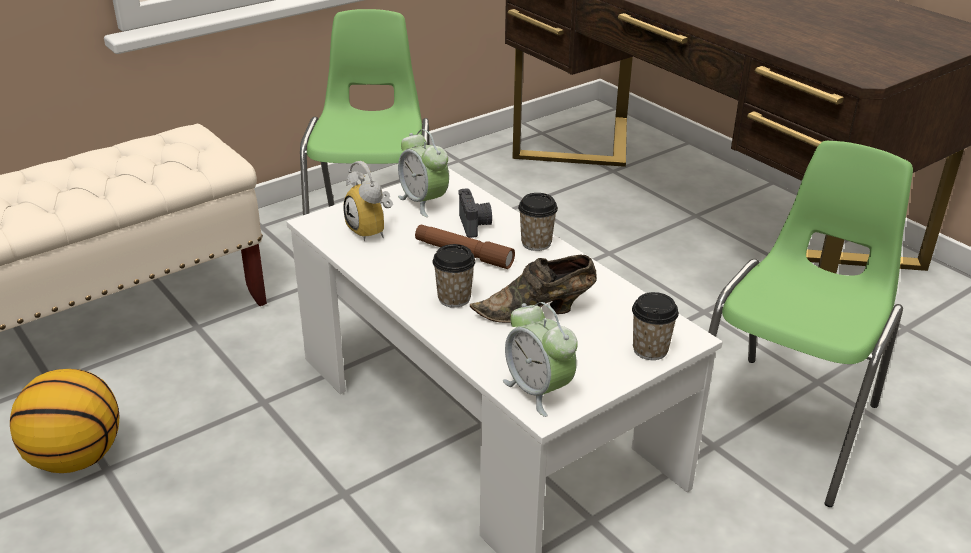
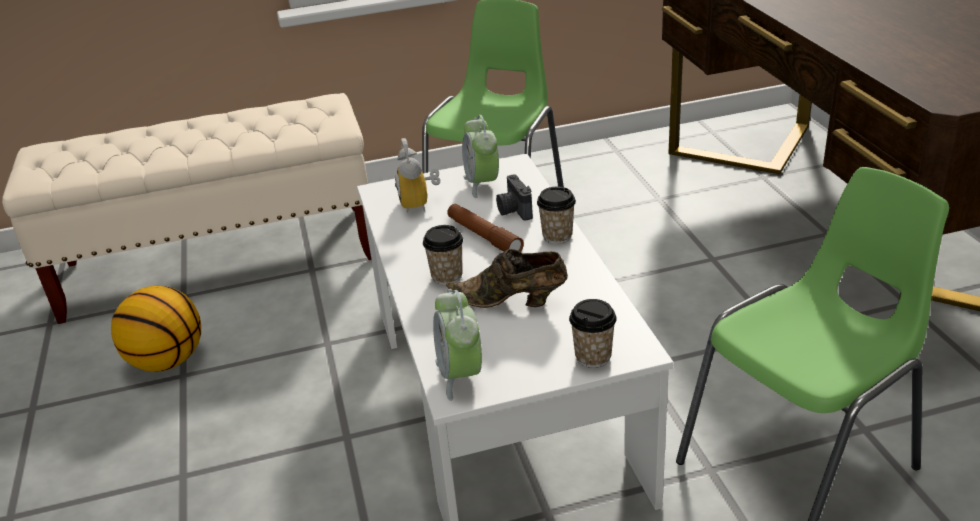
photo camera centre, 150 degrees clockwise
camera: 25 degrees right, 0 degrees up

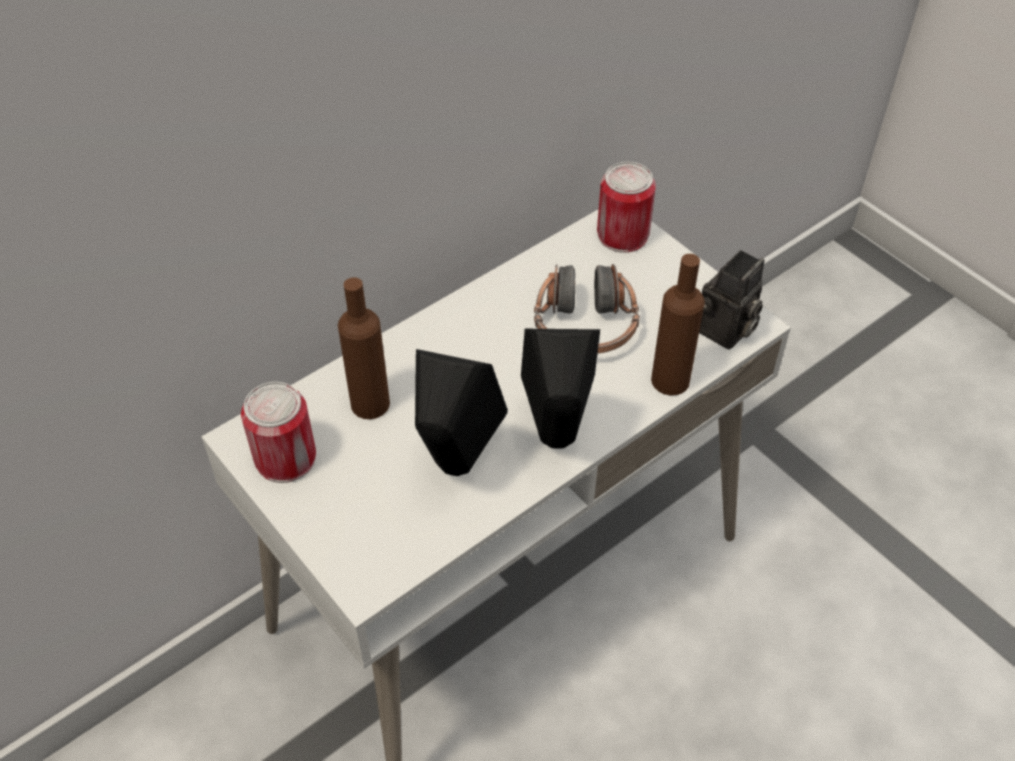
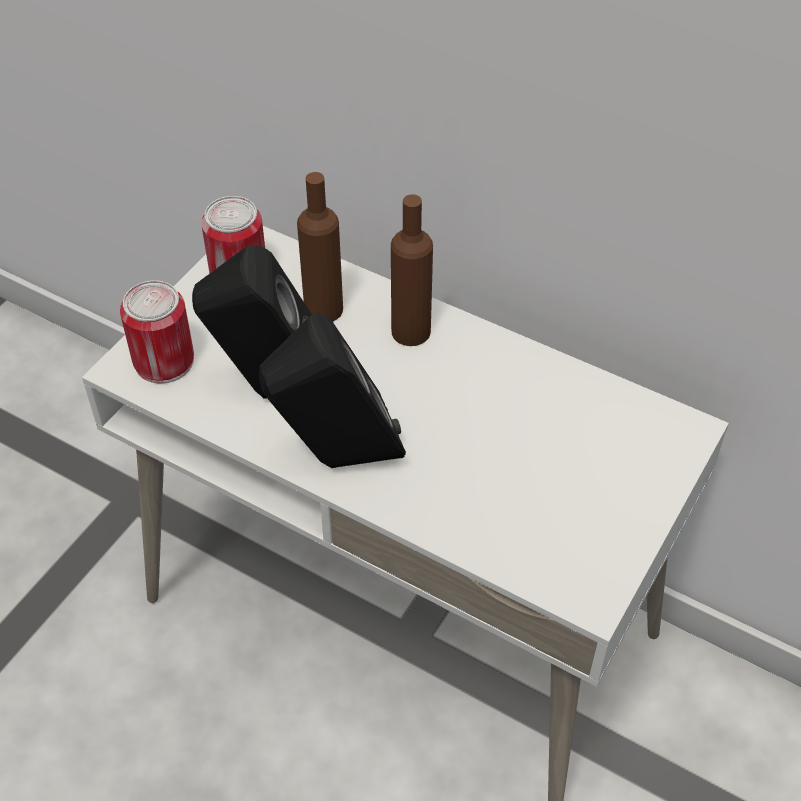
can (no. 2 from left in the first image) top centre → can (no. 1 from left) middle left, shifted
bottle (brown) (no. 2 from left) middle right → bottle (brown) (no. 2 from left) centre, shifted
headphones centre → -
photo camera middle right → -
camera: 70 degrees right, 0 degrees up

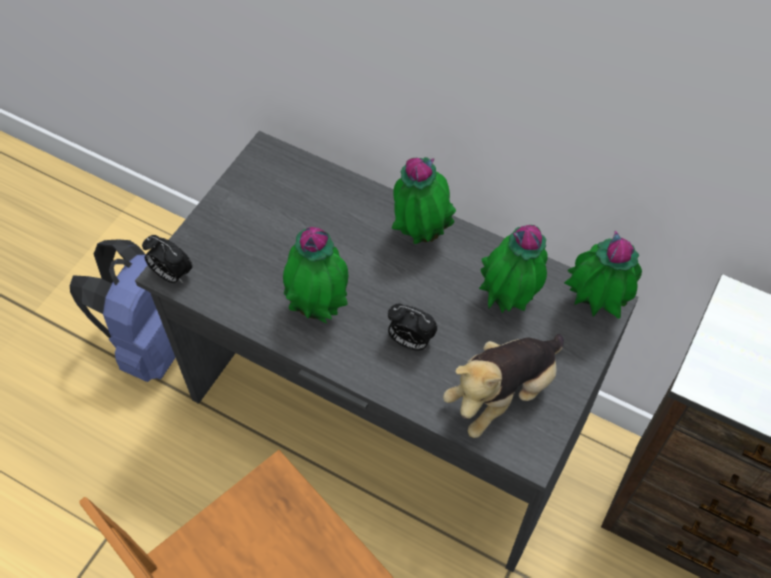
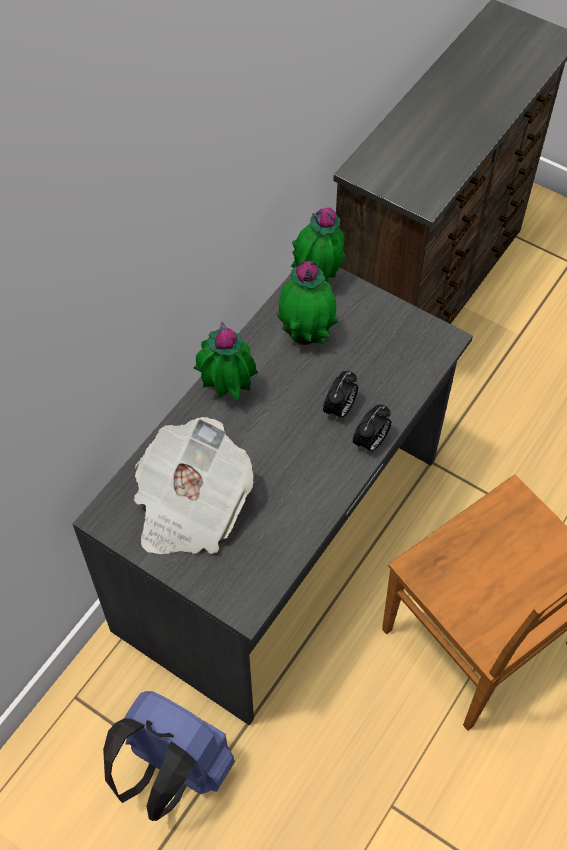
- → newspaper centre
alarm clock (no. 1 from left in the first image) middle left → alarm clock (no. 2 from left) centre, shifted
potted plant (no. 1 from left) centre → -
plush toy bottom centre → -
camera: 85 degrees left, 0 degrees up

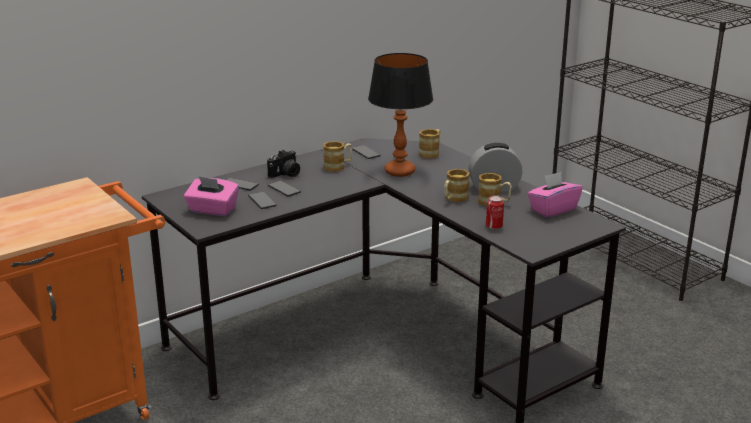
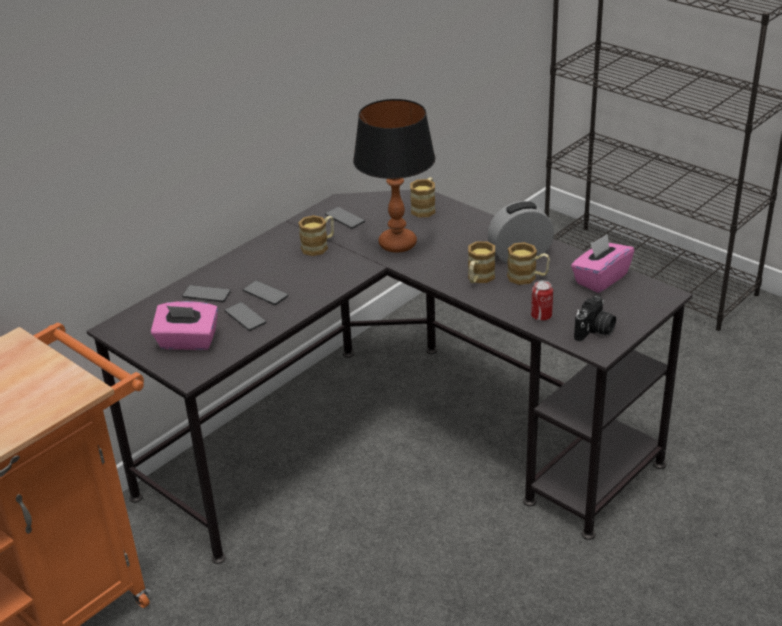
photo camera centre → photo camera middle right, shifted
camera: 10 degrees left, 10 degrees up

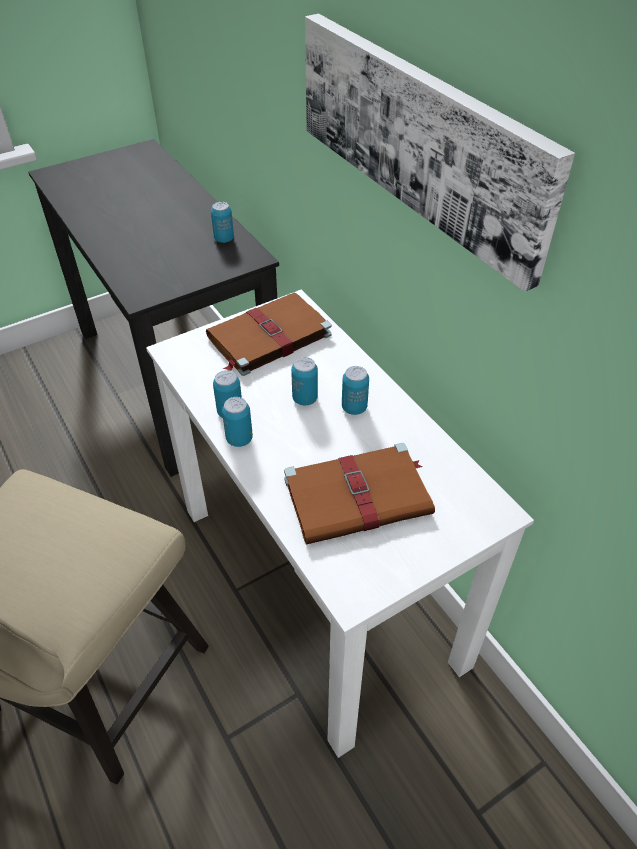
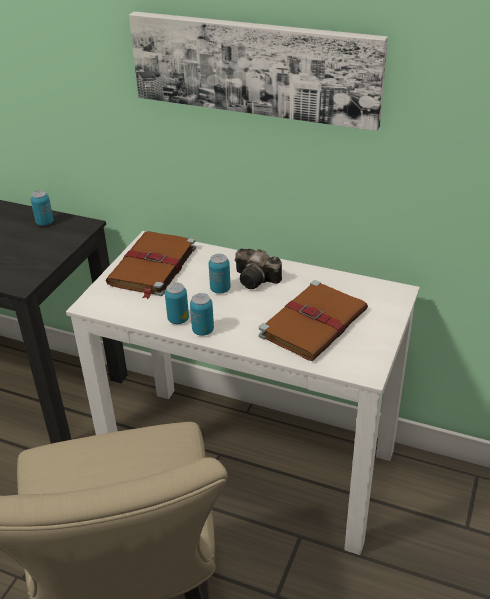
can (no. 5 from left) centre → photo camera centre
camera: 35 degrees left, 10 degrees down

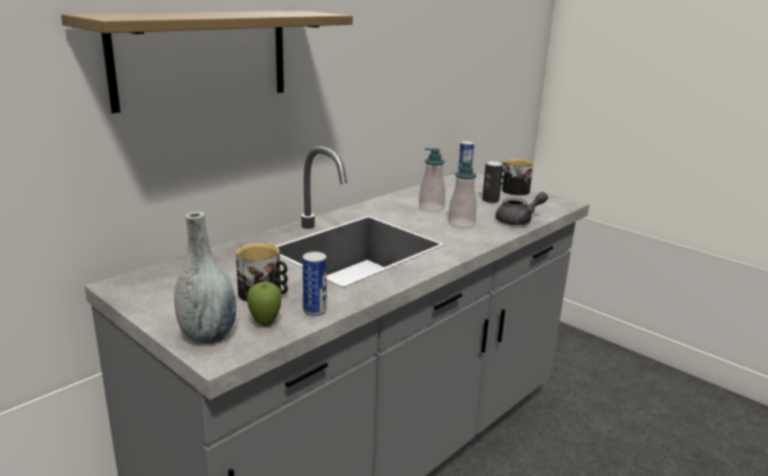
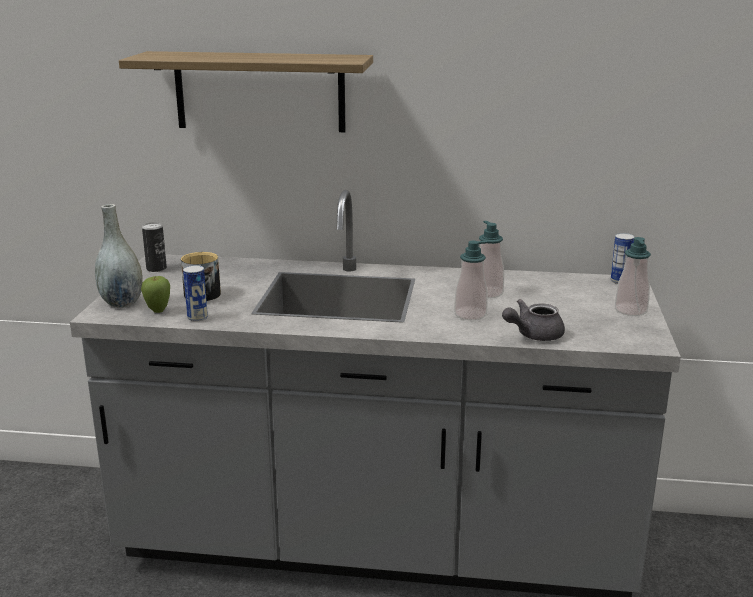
can (no. 3 from left in the first image) centre → can (no. 1 from left) middle left, shifted
teapot (grey) middle right, 120 degrees clockwise
mug (no. 2 from left) middle right → soap dispenser (no. 3 from left) middle right
camera: 55 degrees right, 0 degrees up

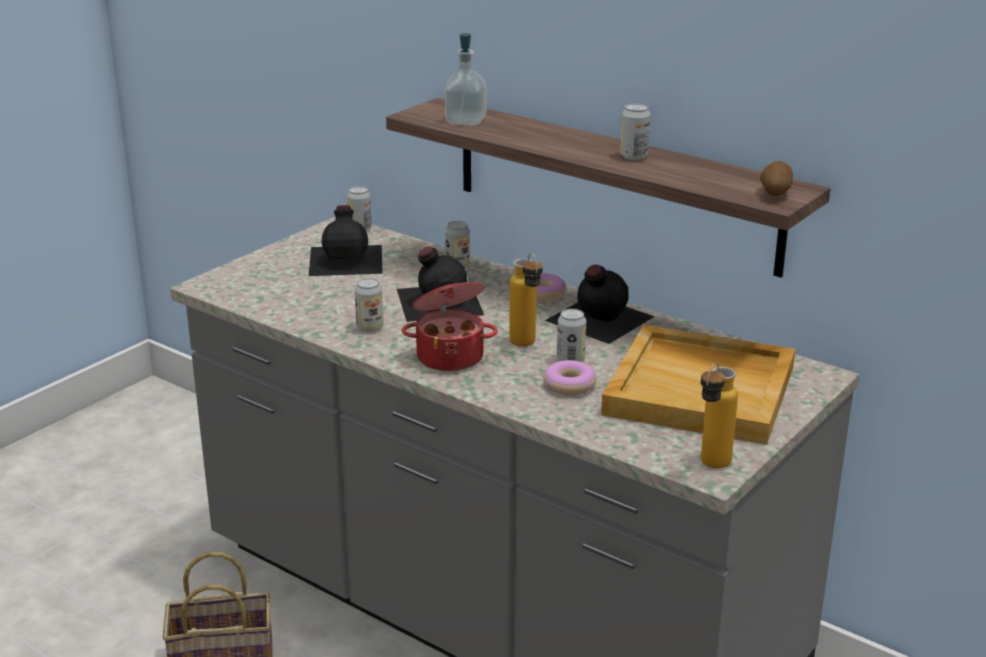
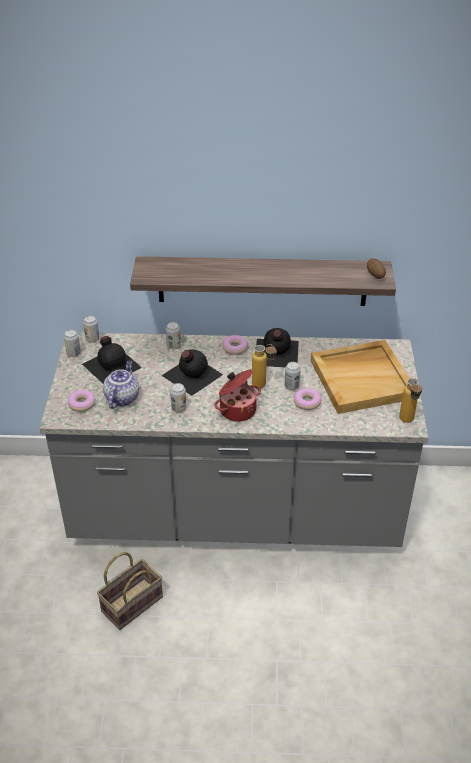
can (no. 5 from left in the first image) top centre → can (no. 1 from left) middle left, shifted
- → donut (no. 1 from left) middle left
- → teapot middle left
soap dispenser top centre → -
camera: 35 degrees left, 15 degrees up

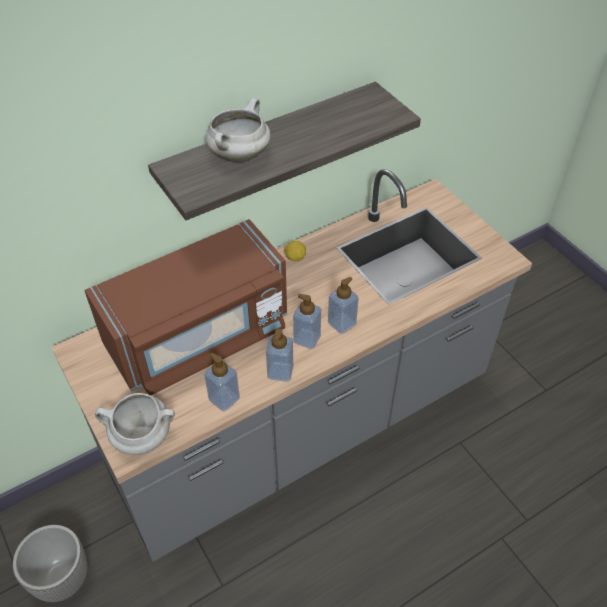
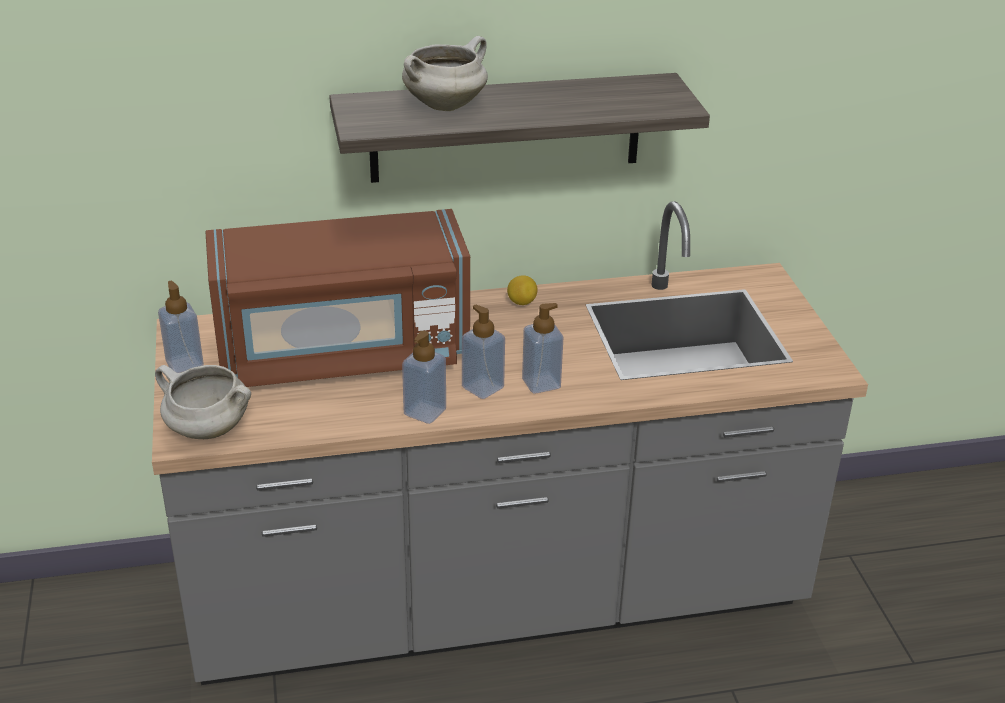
soap dispenser (no. 1 from left) centre → soap dispenser (no. 1 from left) middle left, shifted
planter bottom left → -
camera: 20 degrees right, 15 degrees down

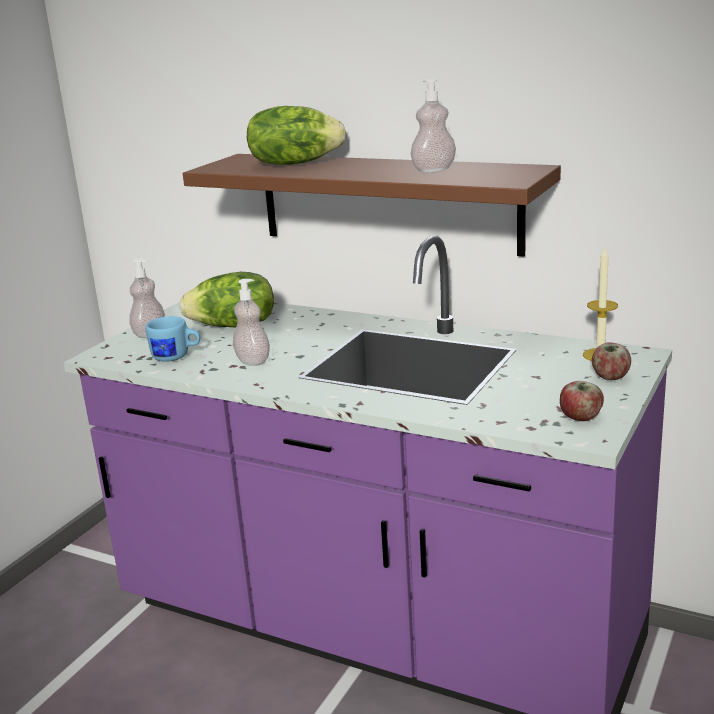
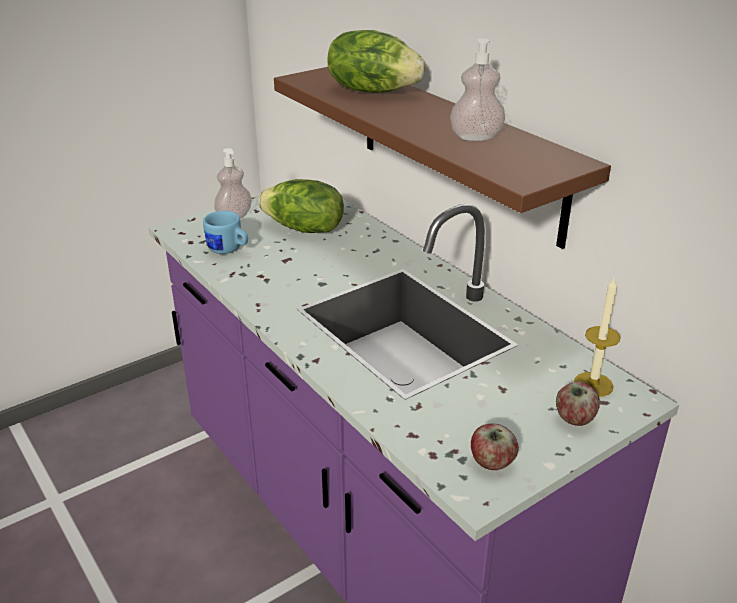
soap dispenser (no. 2 from left) centre → -
camera: 25 degrees right, 10 degrees up

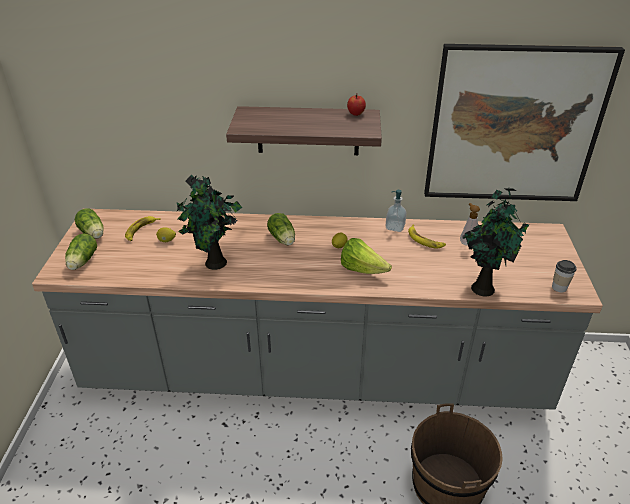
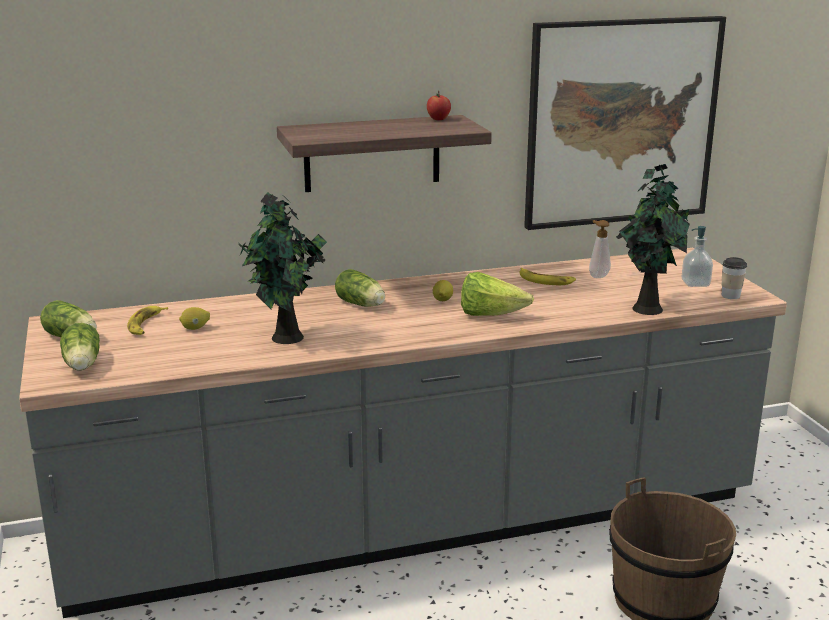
soap dispenser (no. 1 from left in the first image) centre → soap dispenser (no. 2 from left) middle right, shifted
camera: 20 degrees left, 15 degrees down

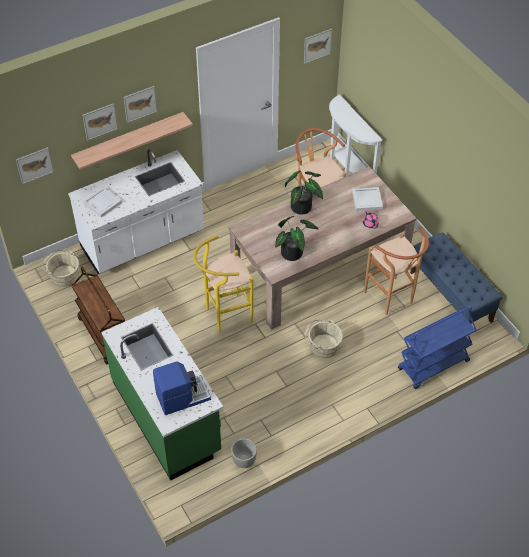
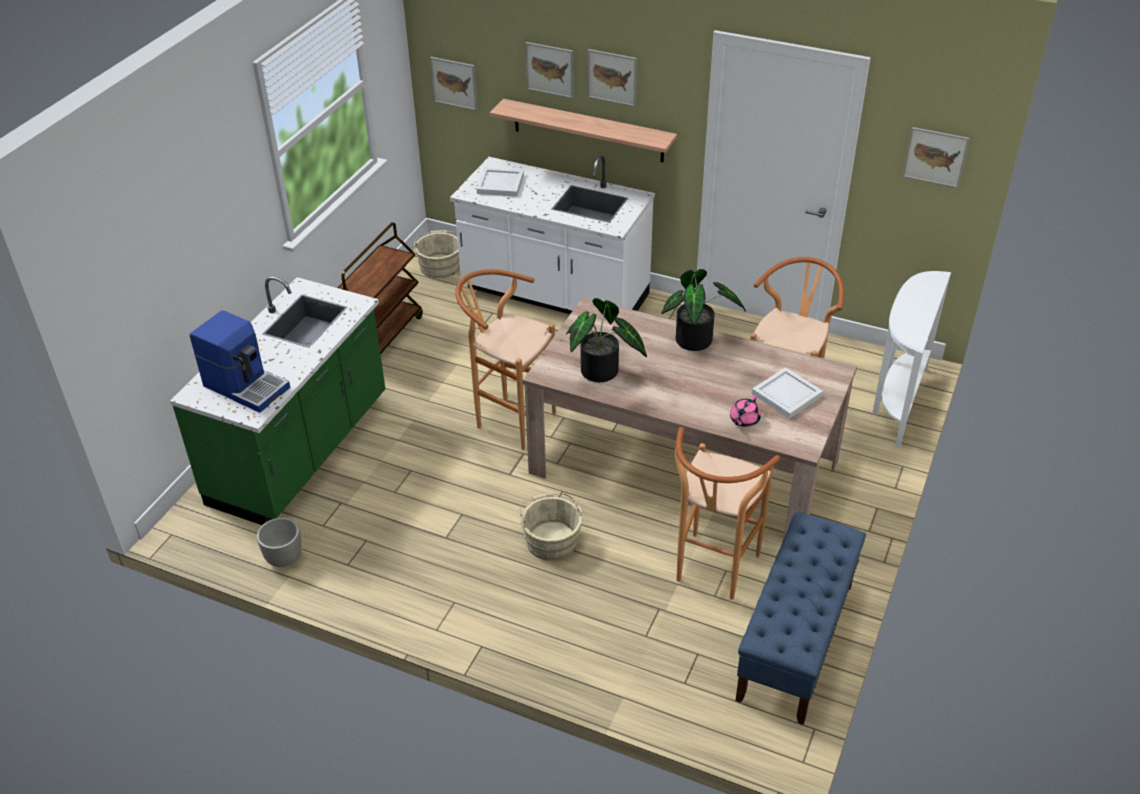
stool (yellow) centre → stool (brown) (no. 1 from left) centre
cart (blue) middle right → -
camera: 55 degrees right, 10 degrees down

